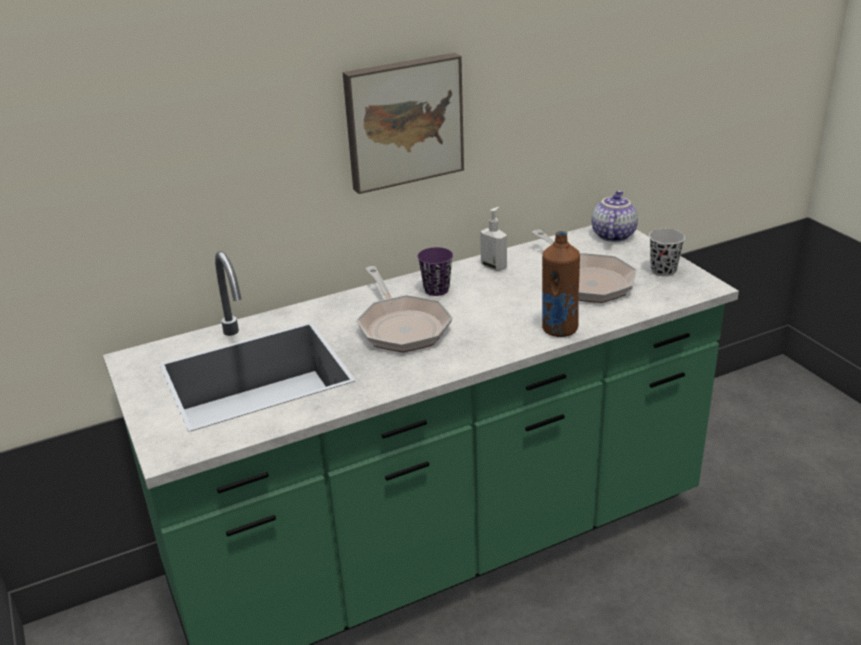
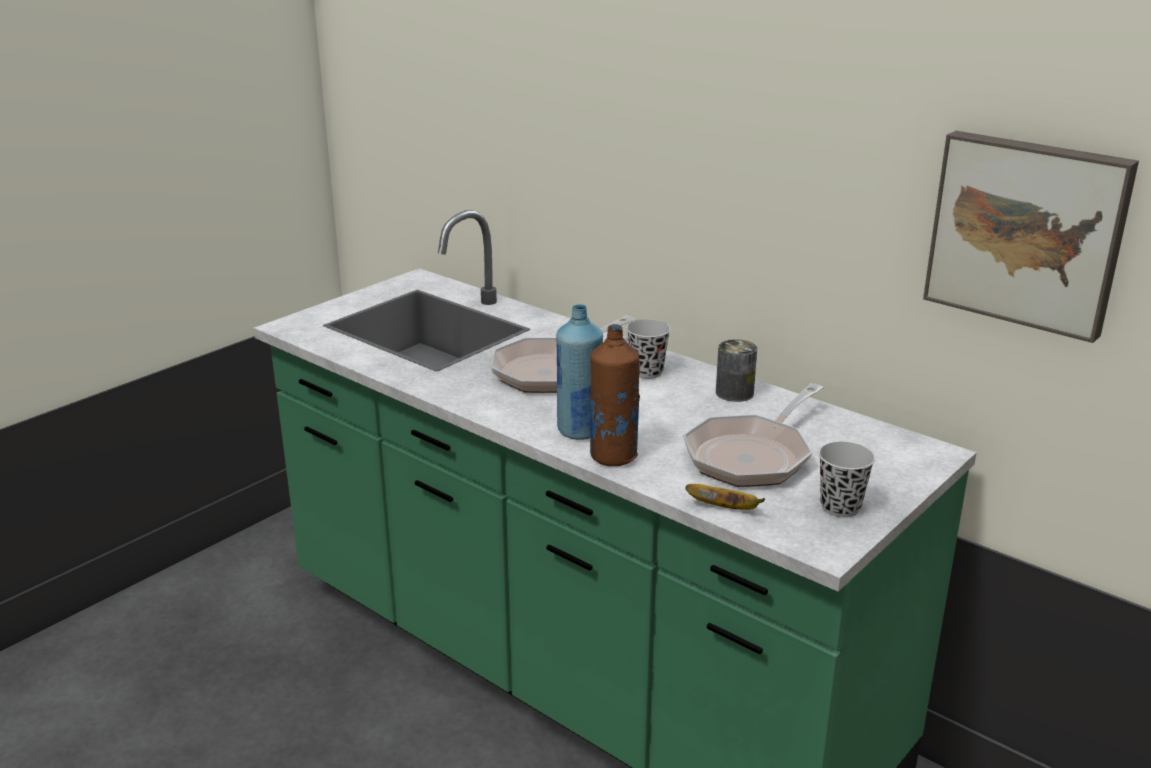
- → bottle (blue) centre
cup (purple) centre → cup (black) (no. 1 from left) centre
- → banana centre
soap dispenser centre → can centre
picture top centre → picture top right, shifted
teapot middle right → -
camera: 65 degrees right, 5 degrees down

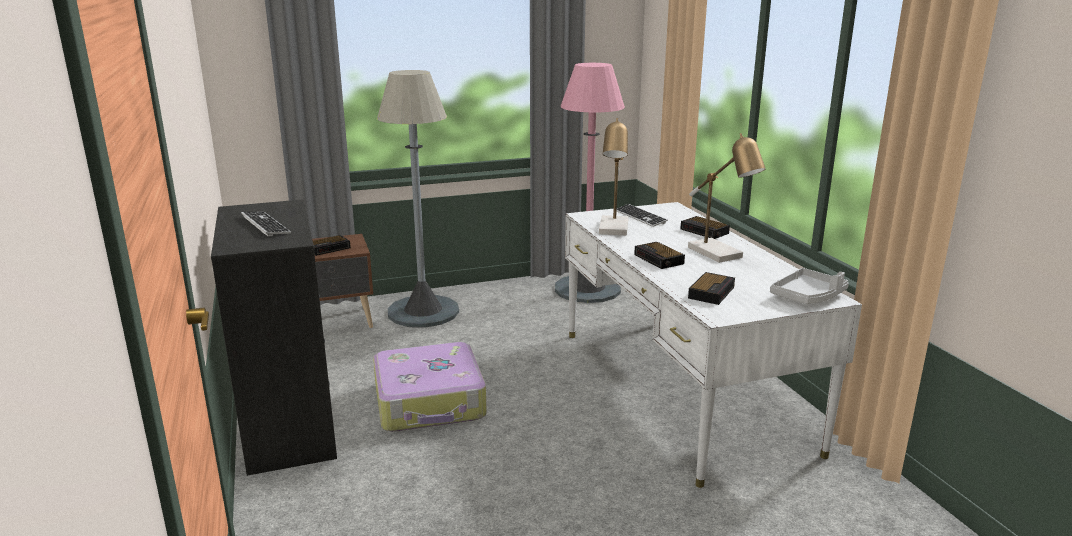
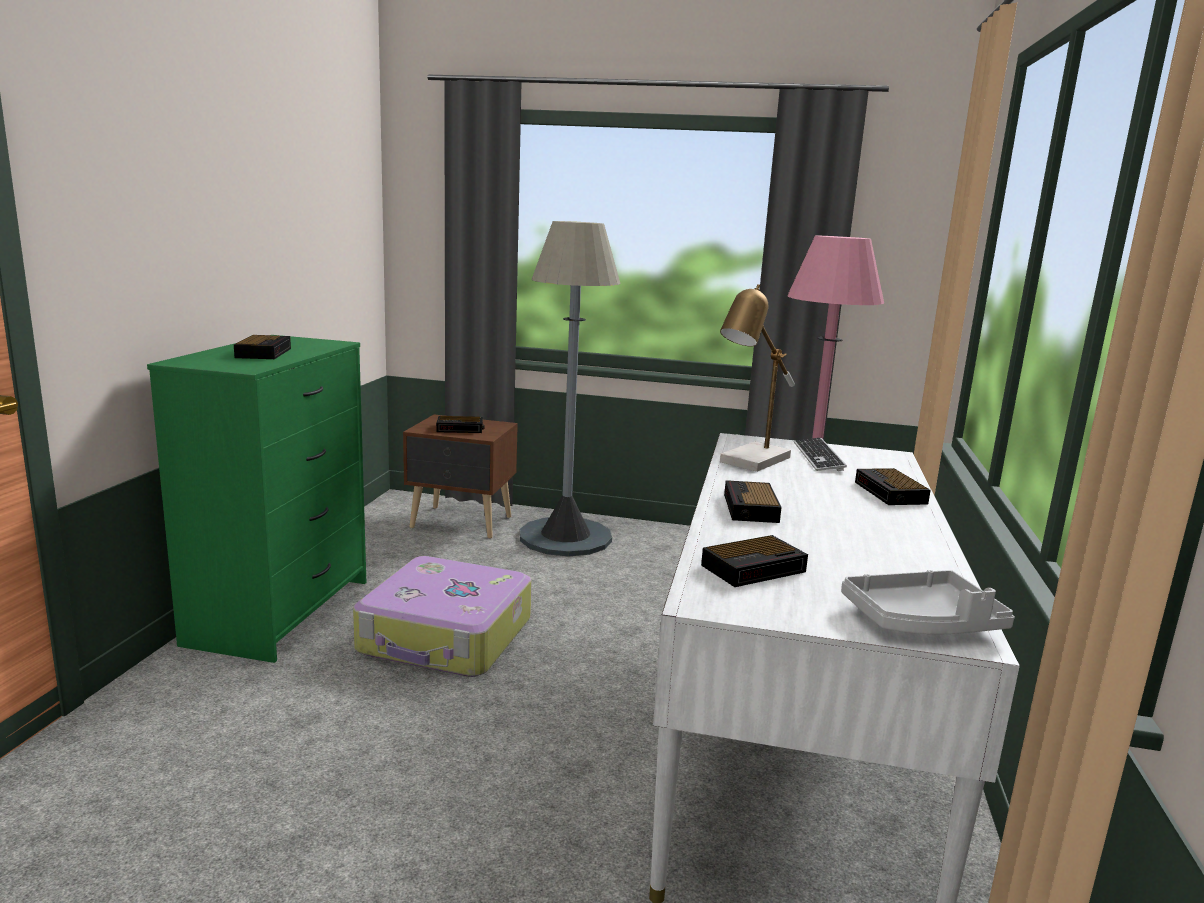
dresser (black) middle left → dresser (green) middle left
keyboard (no. 1 from left) middle left → alarm clock (no. 1 from left) middle left
table lamp (no. 2 from left) middle right → -
camera: 30 degrees right, 5 degrees down

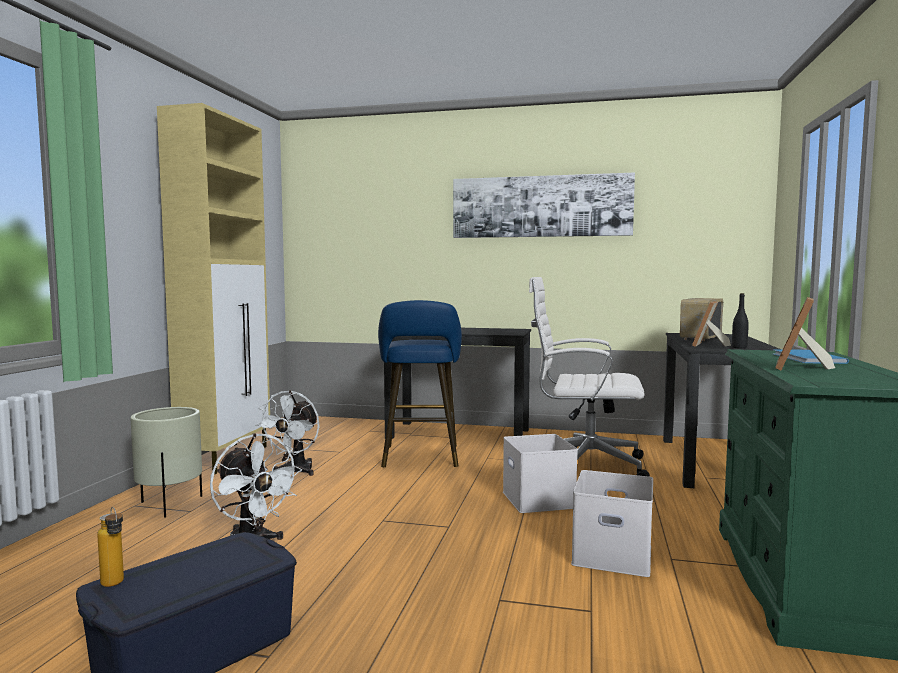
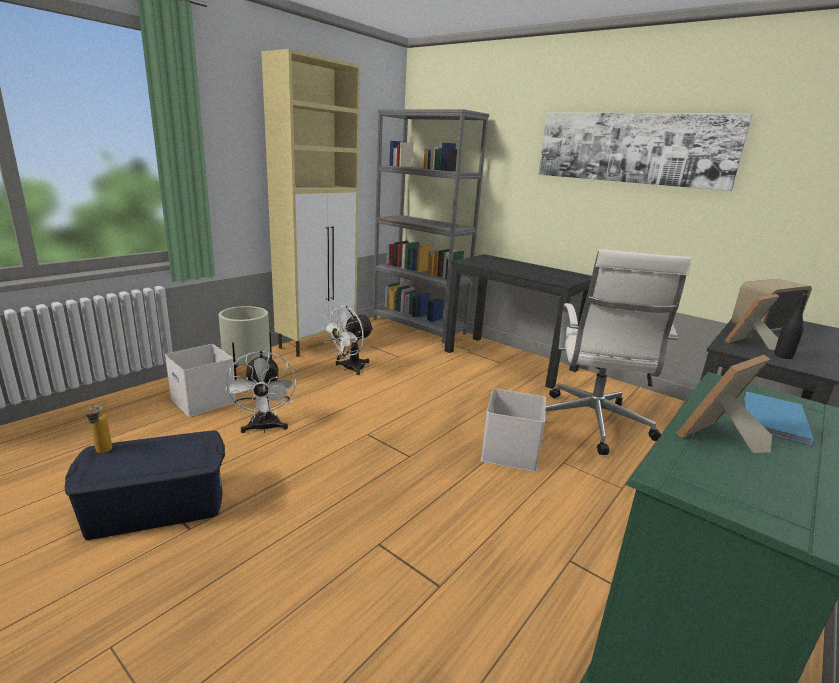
storage box (white) (no. 2 from left in the first image) bottom right → storage box (white) (no. 1 from left) middle left, shifted
- → bookcase (grey) top centre
office chair (white) centre → office chair (white) middle right, 120 degrees counterclockwise
stool (blue) centre → -
camera: 25 degrees right, 15 degrees up

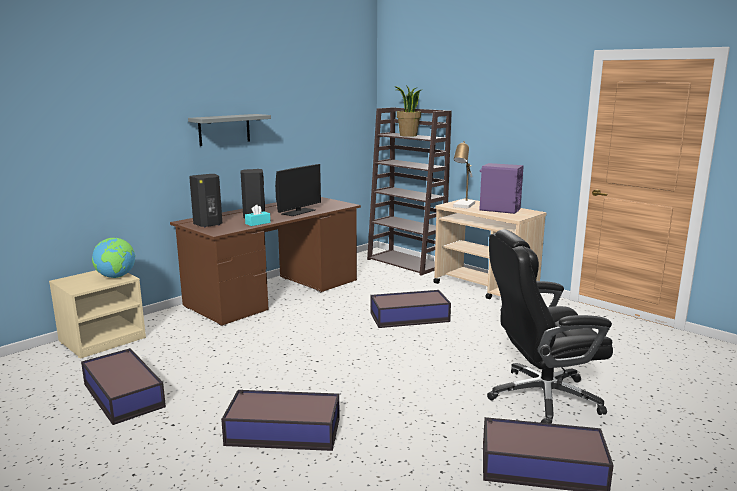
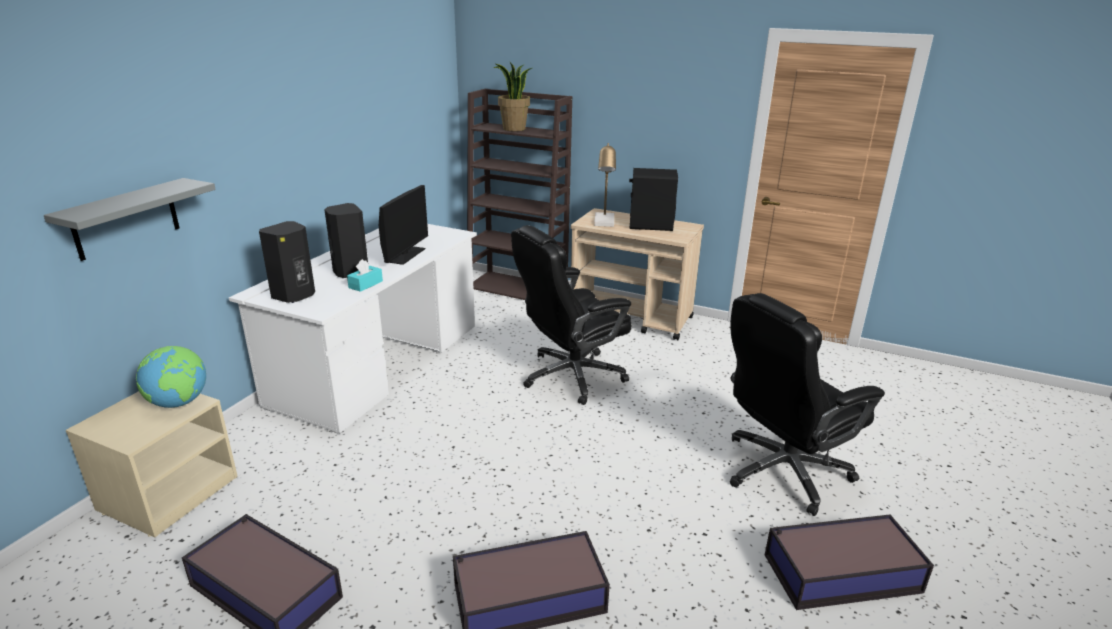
shelf (grey) top left → shelf (grey) middle left, shifted
desk (brown) centre → desk (white) middle left
storage box (no. 3 from left) centre → office chair (black) (no. 1 from left) centre
speaker (purple) middle right → speaker (black) (no. 3 from left) top centre
camera: 20 degrees left, 10 degrees up

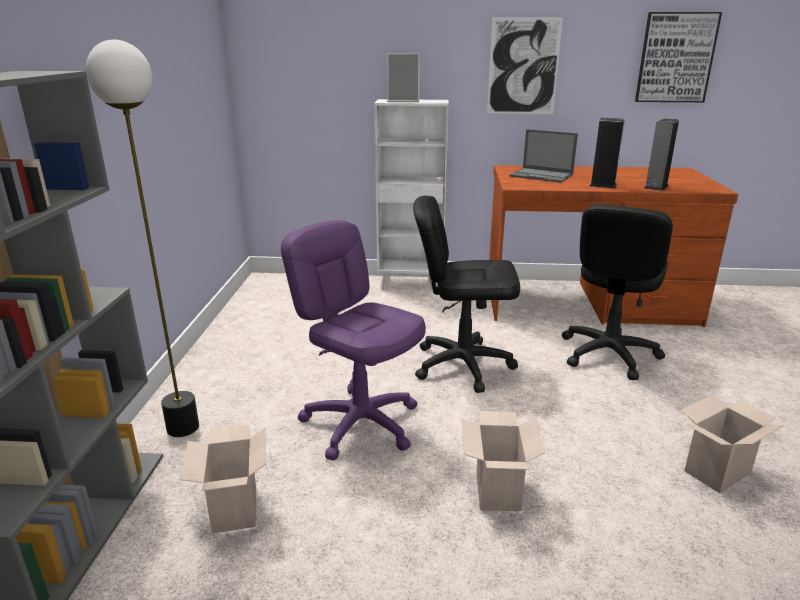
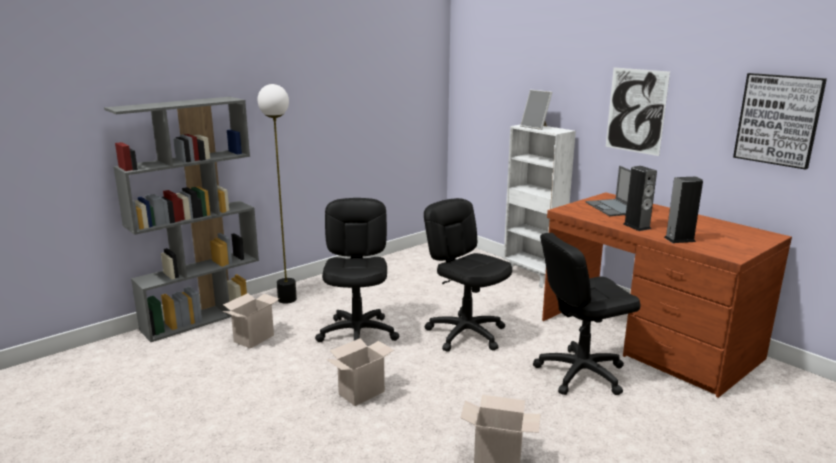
office chair (purple) centre → office chair (black) (no. 1 from left) centre
camera: 45 degrees right, 5 degrees down

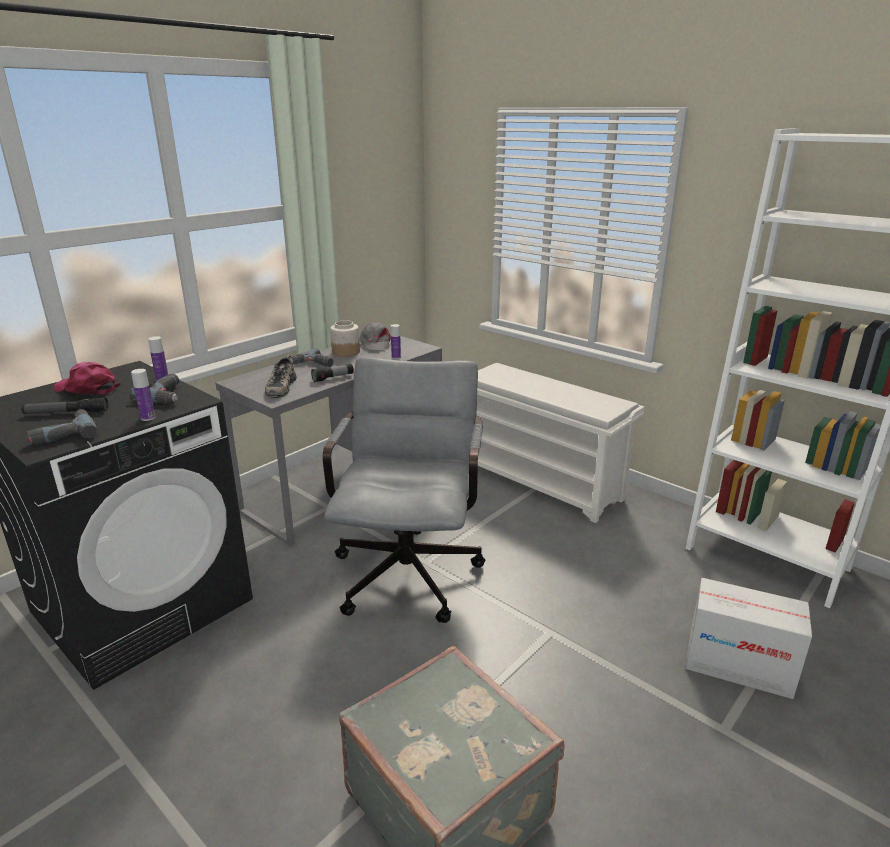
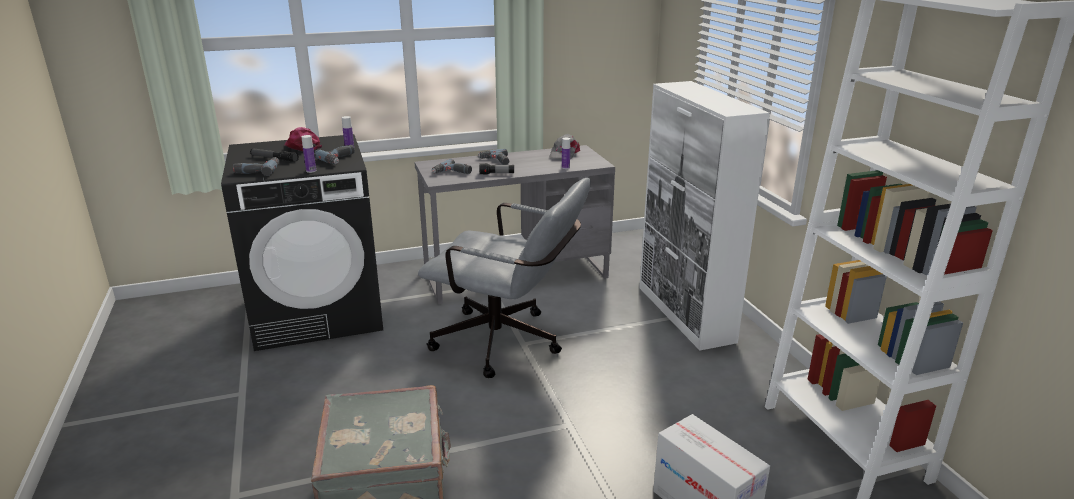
office chair (grey) centre, 75 degrees clockwise
shoe middle left → power drill (no. 3 from left) top centre
shoe rack (white) centre → cabinet (white) centre
jar centre → -
camera: 30 degrees right, 0 degrees up

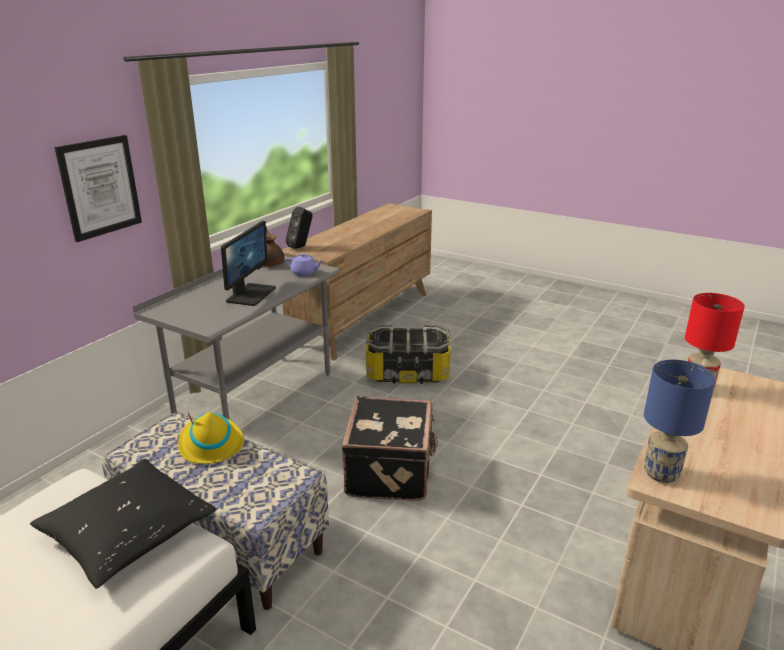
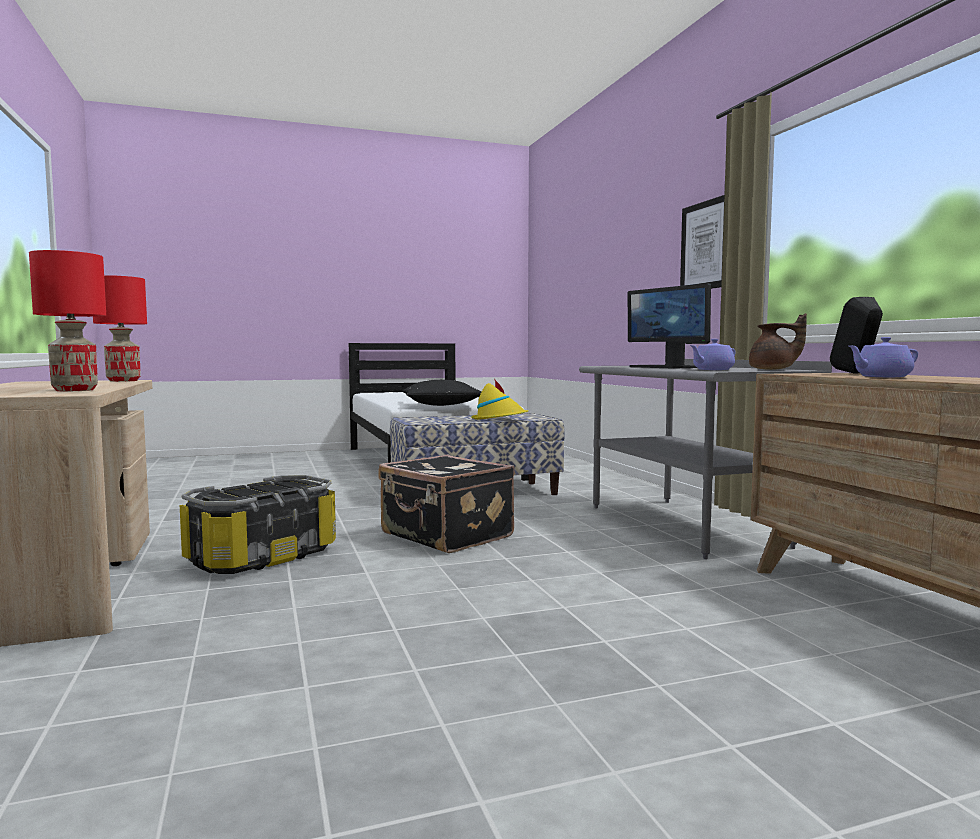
table lamp (blue) middle right → table lamp (red) (no. 2 from left) middle left
storage box centre → storage box middle left, shifted
- → teapot (purple) (no. 2 from left) middle right
camera: 130 degrees right, 20 degrees down

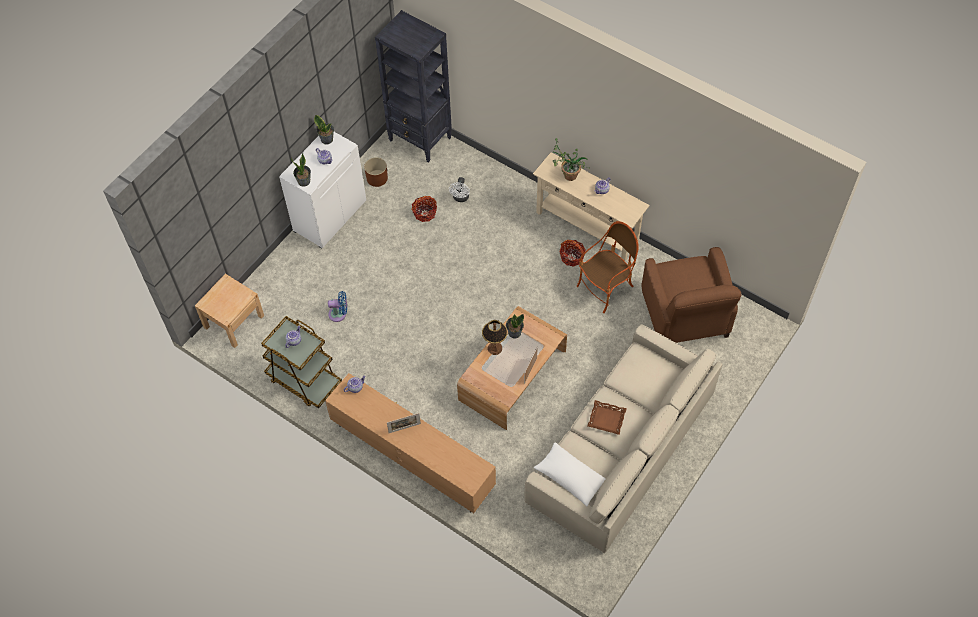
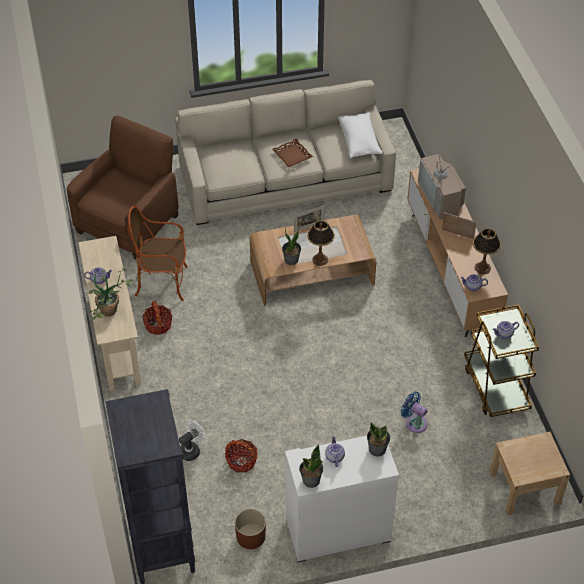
- → television top right
- → table lamp (no. 2 from left) middle right
camera: 140 degrees left, 10 degrees down

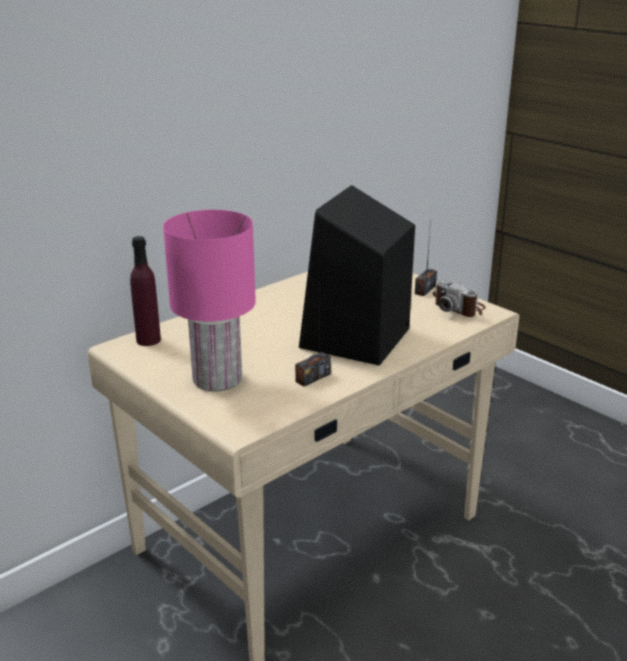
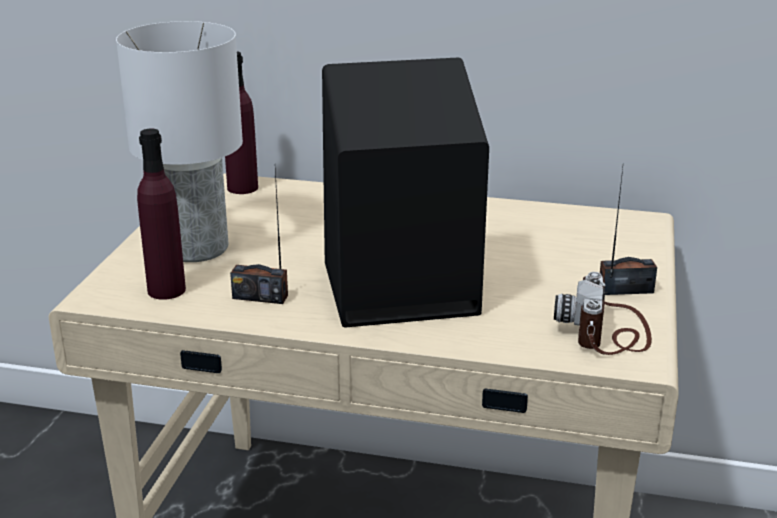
table lamp (pink) centre → table lamp (white) top left
- → bottle (purple) (no. 1 from left) middle left
camera: 55 degrees right, 0 degrees up

